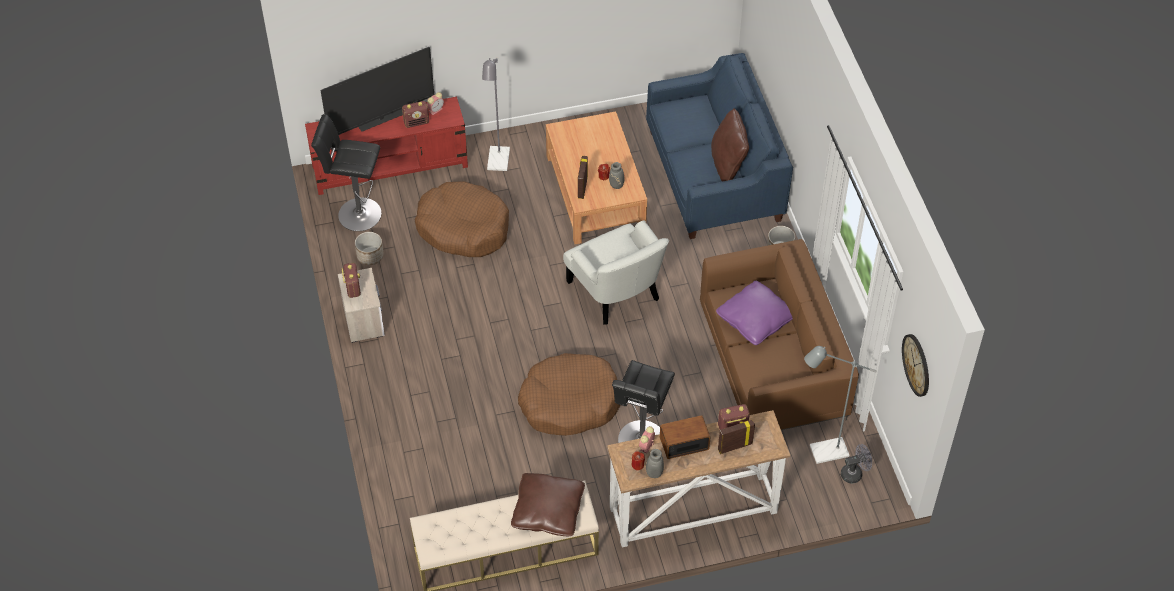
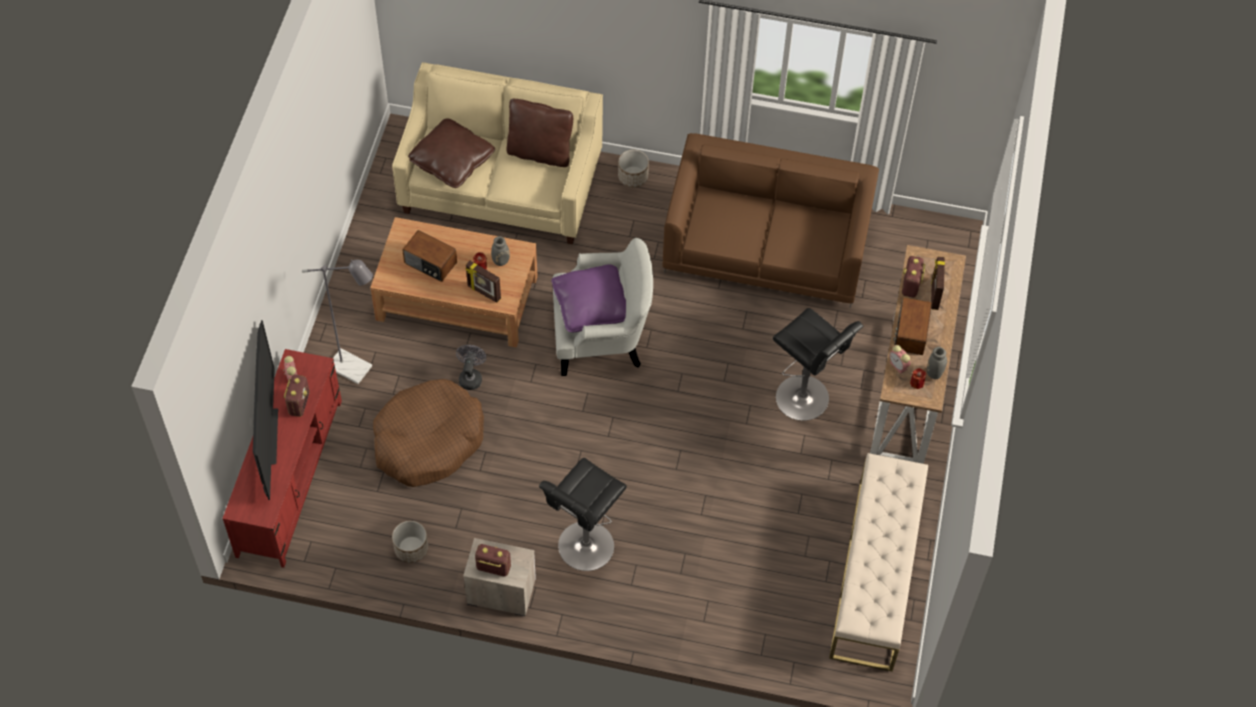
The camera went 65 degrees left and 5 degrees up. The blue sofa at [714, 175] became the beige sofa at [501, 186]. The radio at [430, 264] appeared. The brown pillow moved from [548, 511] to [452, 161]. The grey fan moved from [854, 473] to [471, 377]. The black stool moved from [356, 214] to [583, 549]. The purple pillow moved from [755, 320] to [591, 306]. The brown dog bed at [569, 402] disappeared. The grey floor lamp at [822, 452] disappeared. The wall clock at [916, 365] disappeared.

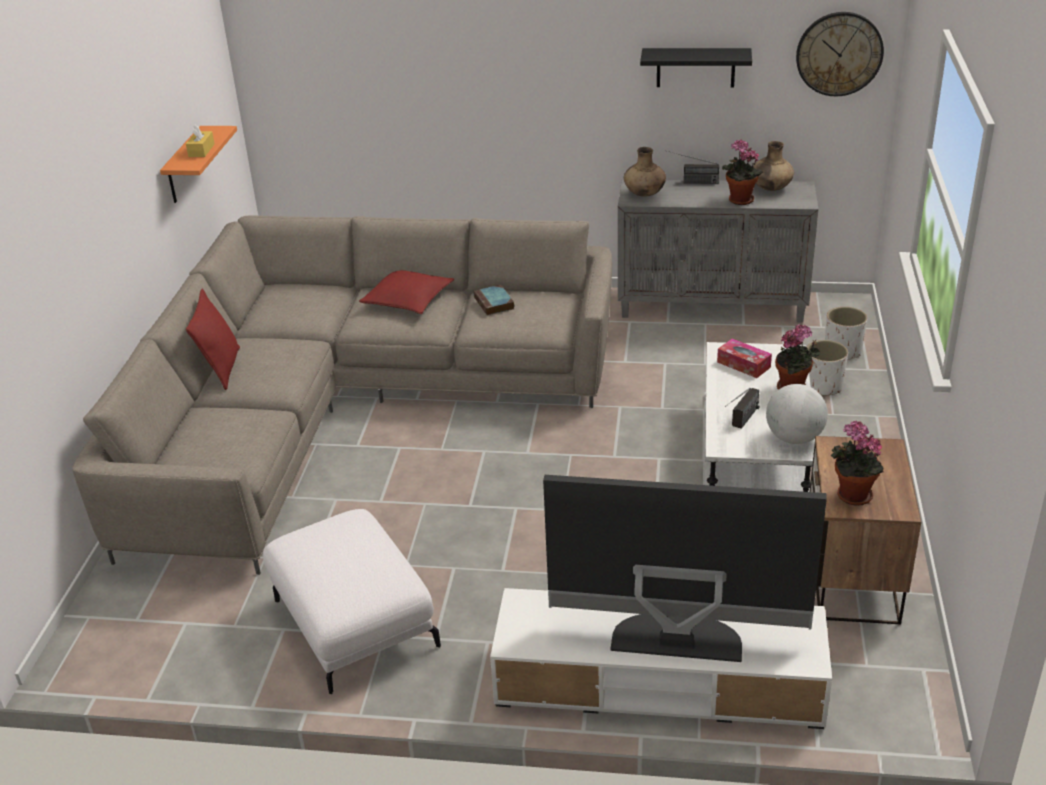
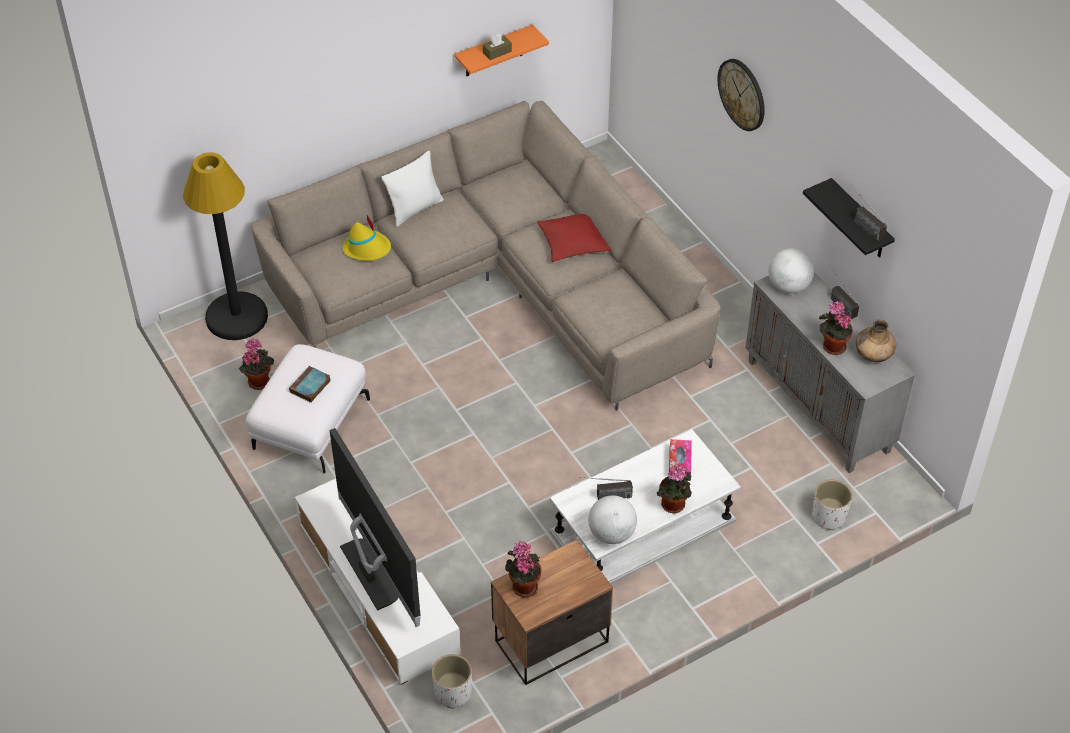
The camera went 50 degrees right and 15 degrees up. The black floor lamp at [237, 317] appeared. The potted plant at [259, 380] appeared. The book moved from [494, 303] to [310, 387]. The yellow hat at [367, 249] appeared. The red pillow at [222, 369] became the white pillow at [415, 209]. The white planter moved from [823, 386] to [453, 693]. The yellow tissue box at [201, 150] became the brown tissue box at [497, 52]. The wall clock moved from [839, 54] to [742, 94]. The brown vase at [644, 194] was replaced by the globe at [788, 286]. The radio at [862, 224] appeared.

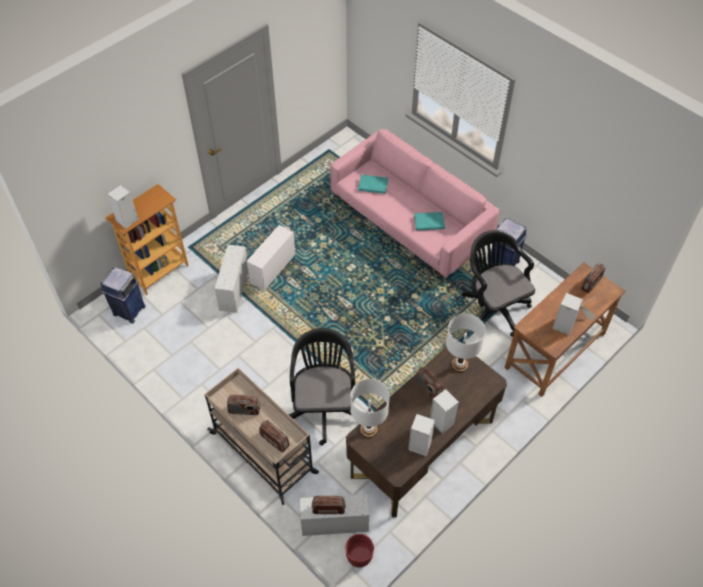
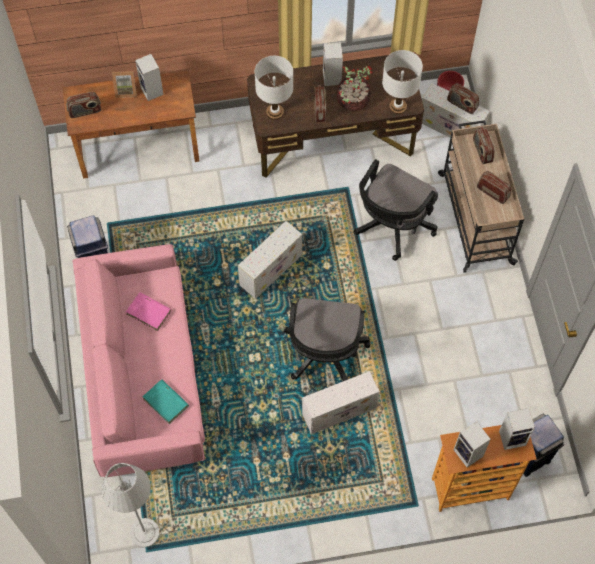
The camera went 145 degrees left and 10 degrees up. The grey floor lamp at [144, 533] appeared. The turquoise book at [428, 223] became the pink book at [149, 312]. The white storage box moved from [234, 290] to [271, 269]. The black office chair moved from [493, 306] to [324, 355]. The potted plant at [352, 100] appeared. The speaker moved from [418, 445] to [469, 454].

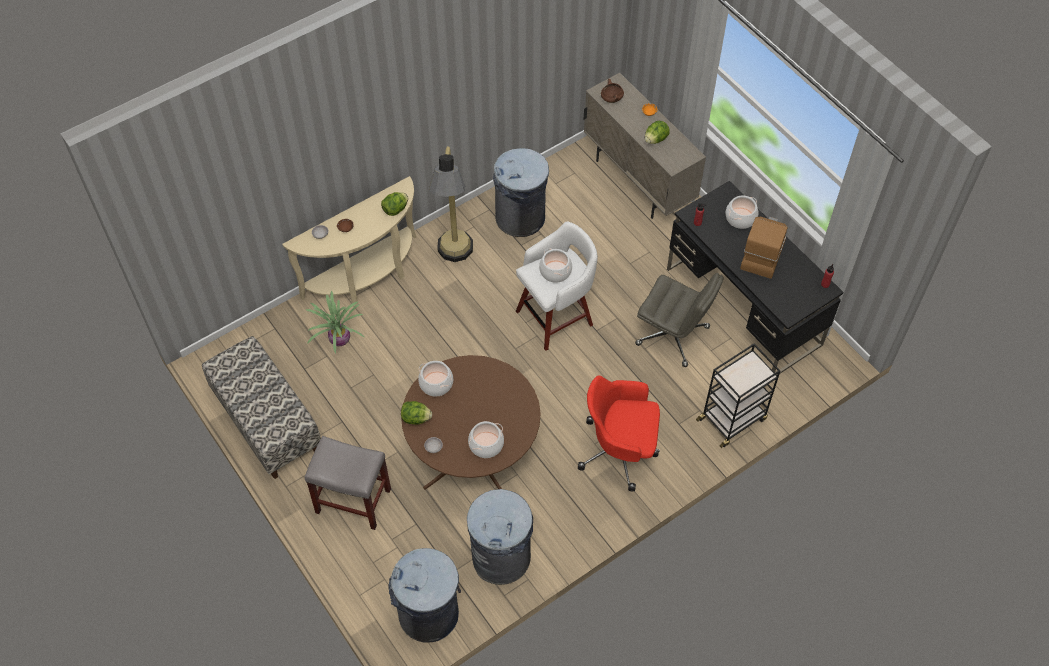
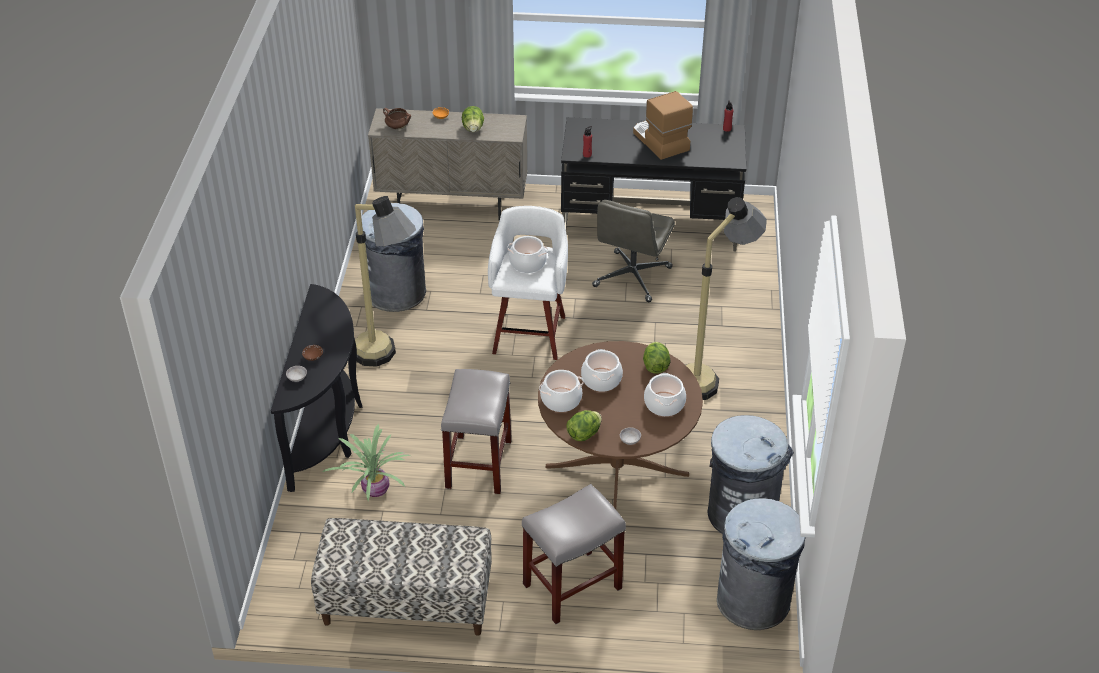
The camera went 50 degrees left and 15 degrees down. The beige console table at [367, 277] became the black console table at [329, 429]. The grey stool at [478, 463] appeared. The cooking pot moved from [740, 218] to [601, 380]. The grey office chair at [673, 336] turned 135 degrees clockwise. The lettuce moved from [395, 209] to [655, 366]. The red office chair at [620, 451] was replaced by the floor lamp at [711, 375]. The black cart at [732, 419] disappeared.

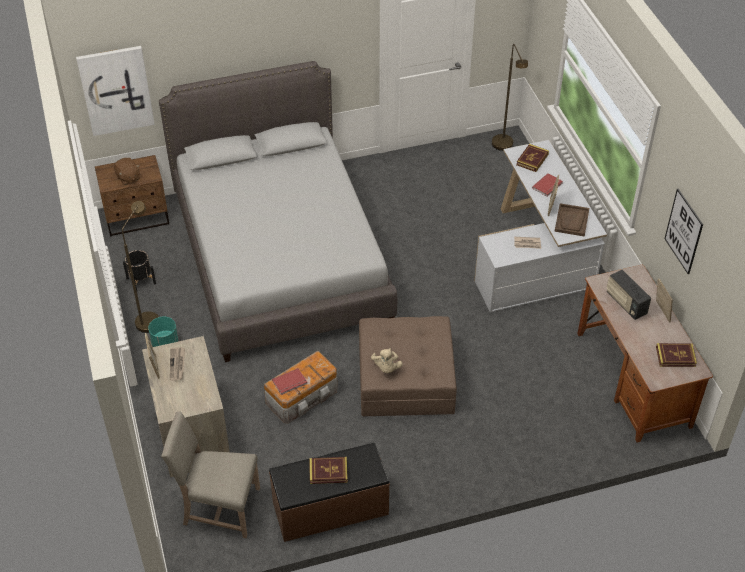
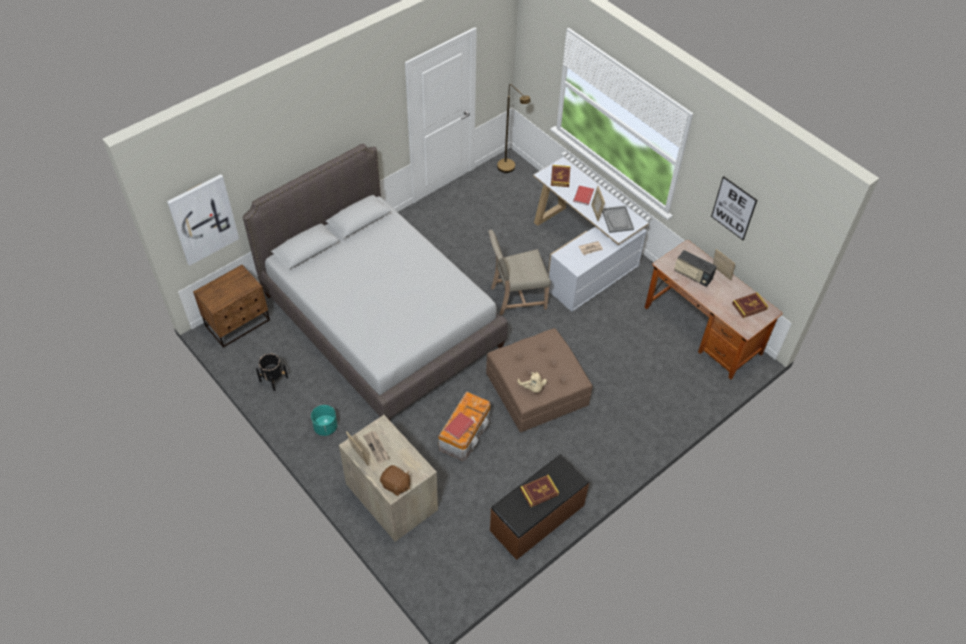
The camera went 25 degrees left and 5 degrees up. The brown plush toy moved from [128, 177] to [396, 485]. The beige chair moved from [218, 507] to [516, 297]. The brown tray at [571, 221] became the grey tray at [617, 220]. The brown floor lamp at [150, 318] disappeared.

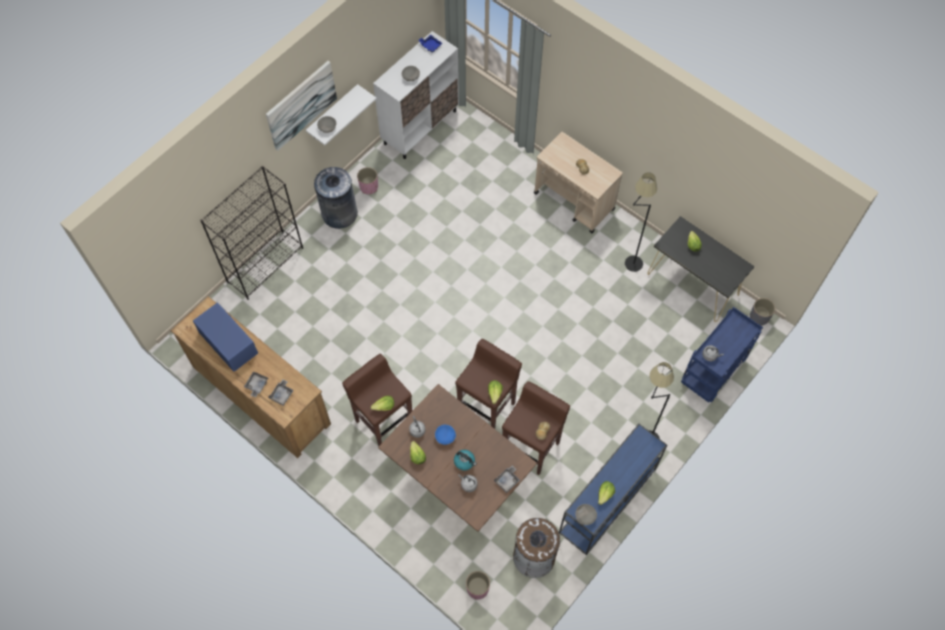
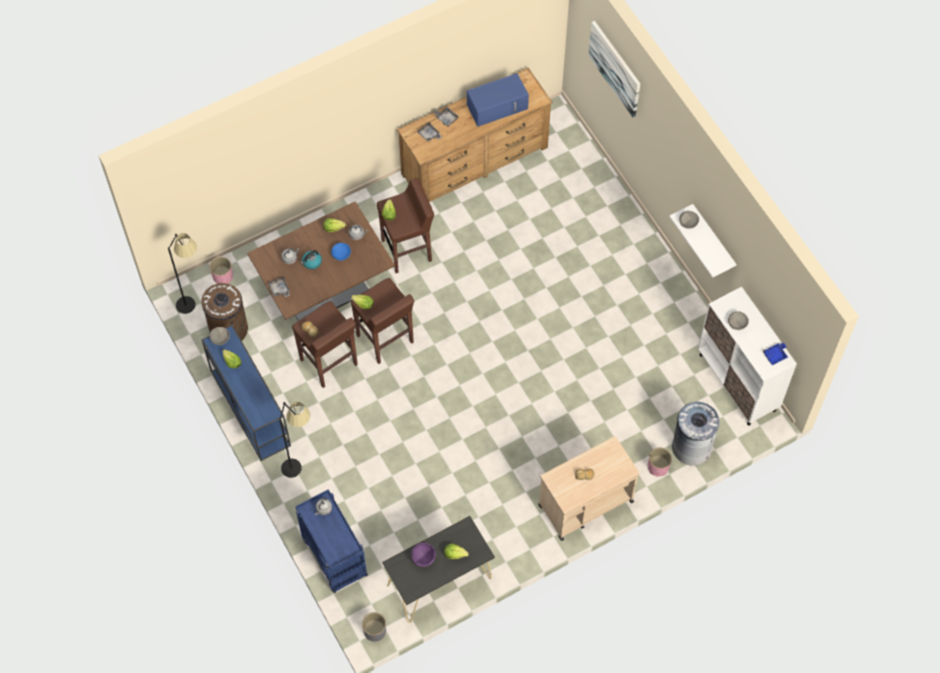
The camera went 110 degrees right and 0 degrees up. The black floor lamp moved from [631, 256] to [194, 305]. The purple bowl at [423, 558] appeared. The picture moved from [301, 105] to [615, 68]. The pink planter moved from [369, 187] to [658, 467]. The grey trash can moved from [339, 214] to [691, 446]. The black bookcase at [265, 264] disappeared.

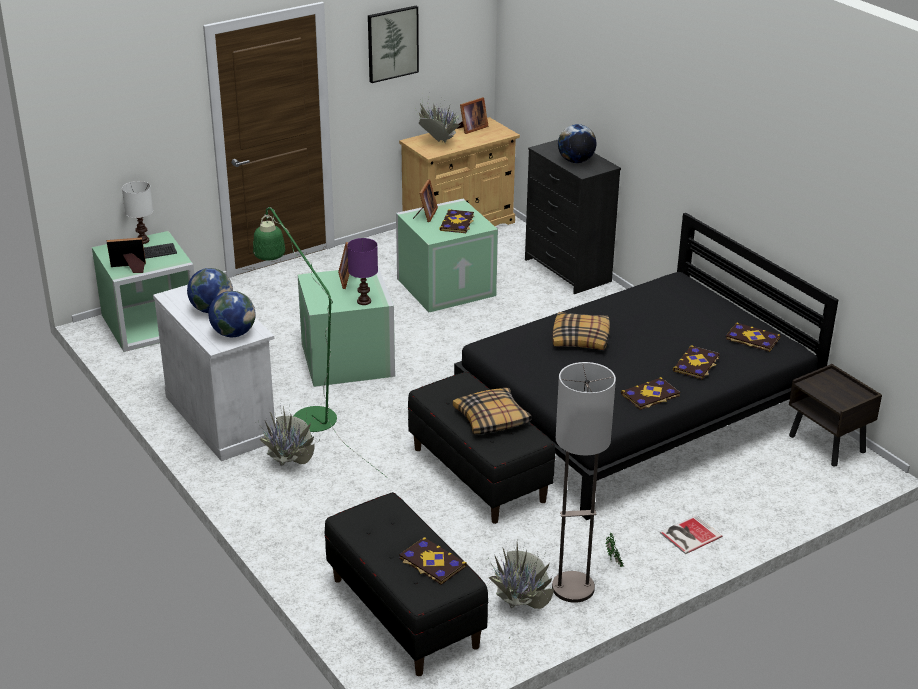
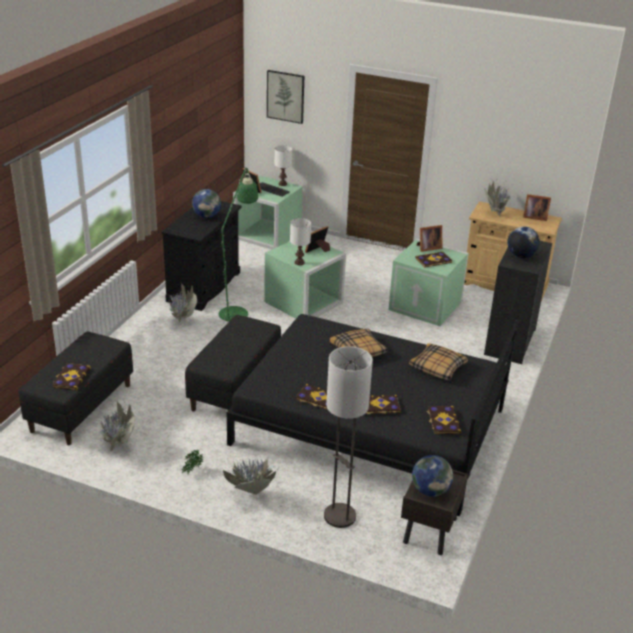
The camera went 55 degrees right and 0 degrees up. The white cabinet at [221, 418] became the black cabinet at [204, 287]. The book at [688, 535] was replaced by the potted plant at [250, 494]. The picture moved from [392, 43] to [285, 96]. The purple table lamp at [364, 301] became the white table lamp at [300, 262]. The floor lamp moved from [573, 587] to [340, 516]. The pillow moved from [491, 419] to [437, 367]. The globe moved from [233, 333] to [430, 490].

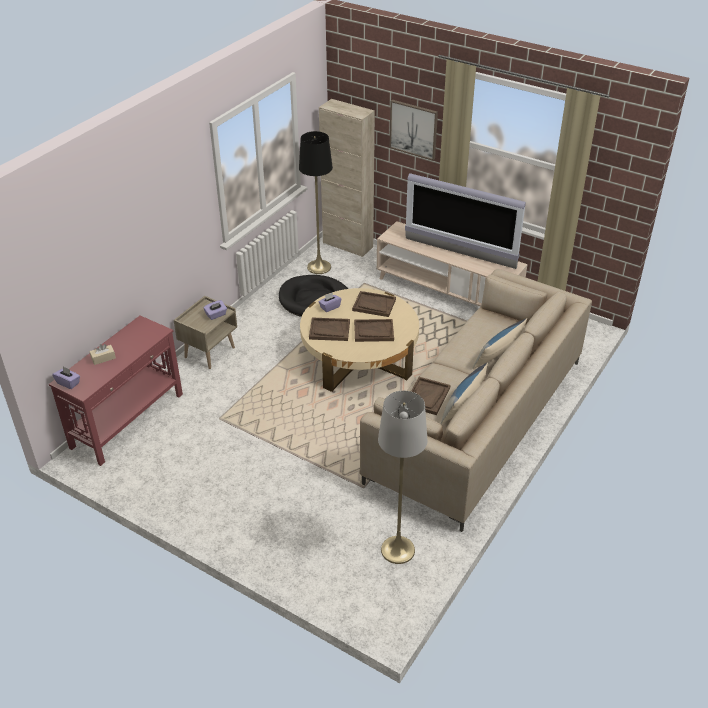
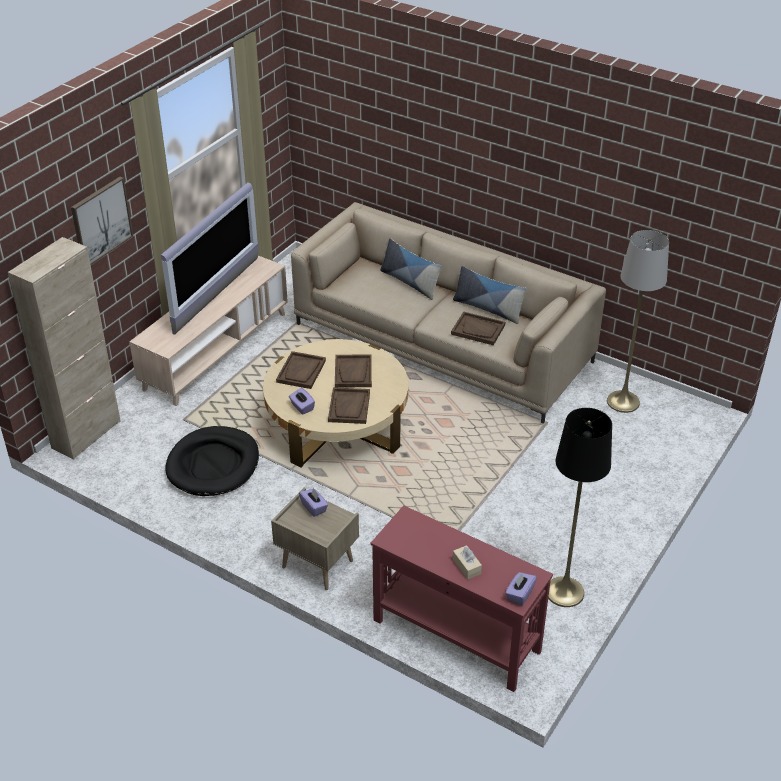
The camera went 90 degrees left and 0 degrees up. The black floor lamp moved from [319, 267] to [564, 592].

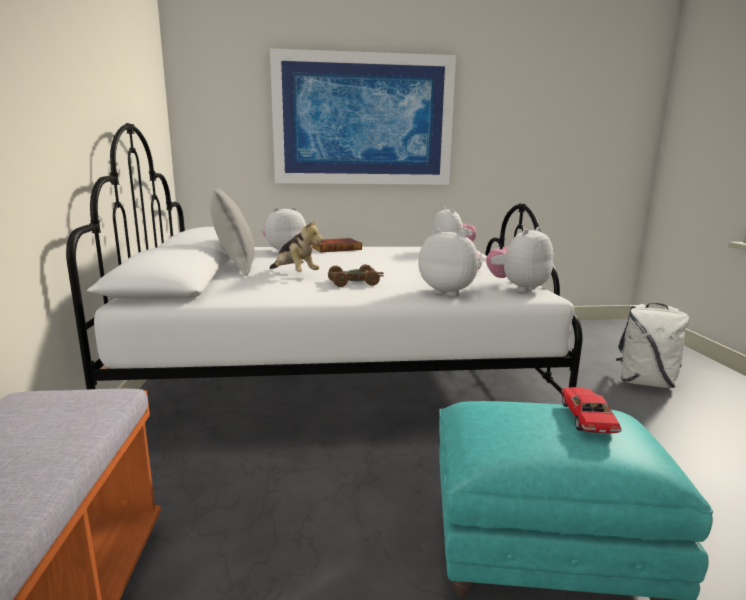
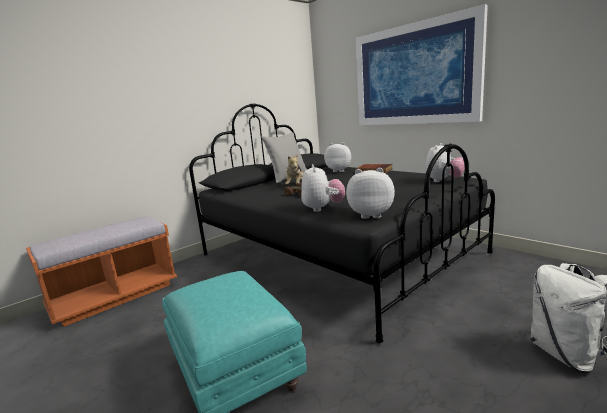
The camera went 55 degrees right and 0 degrees up. The white bed at [338, 375] became the black bed at [336, 254]. The toy car at [586, 418] disappeared.

